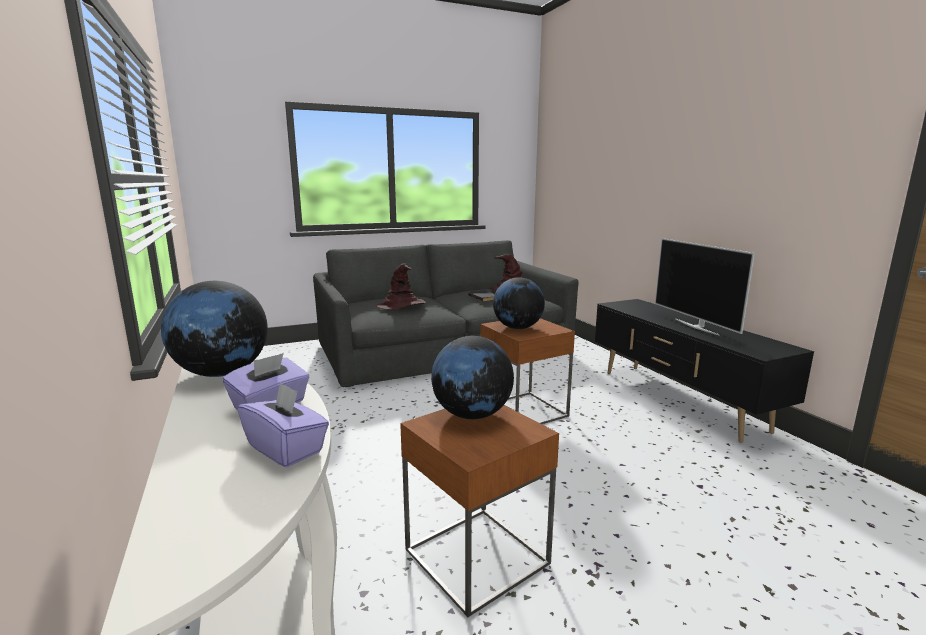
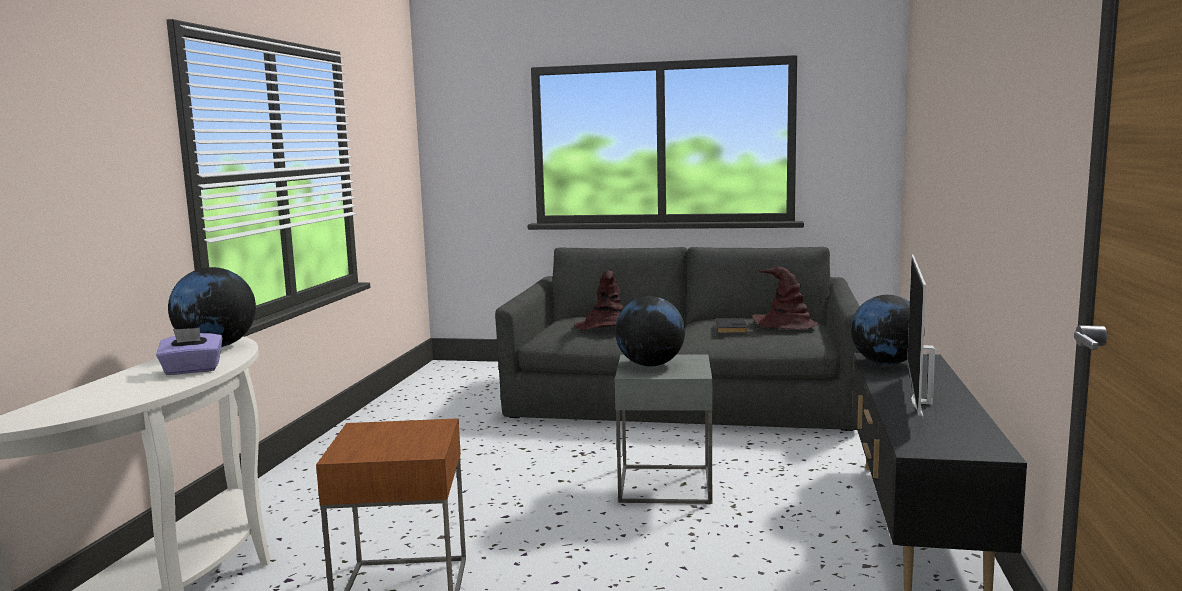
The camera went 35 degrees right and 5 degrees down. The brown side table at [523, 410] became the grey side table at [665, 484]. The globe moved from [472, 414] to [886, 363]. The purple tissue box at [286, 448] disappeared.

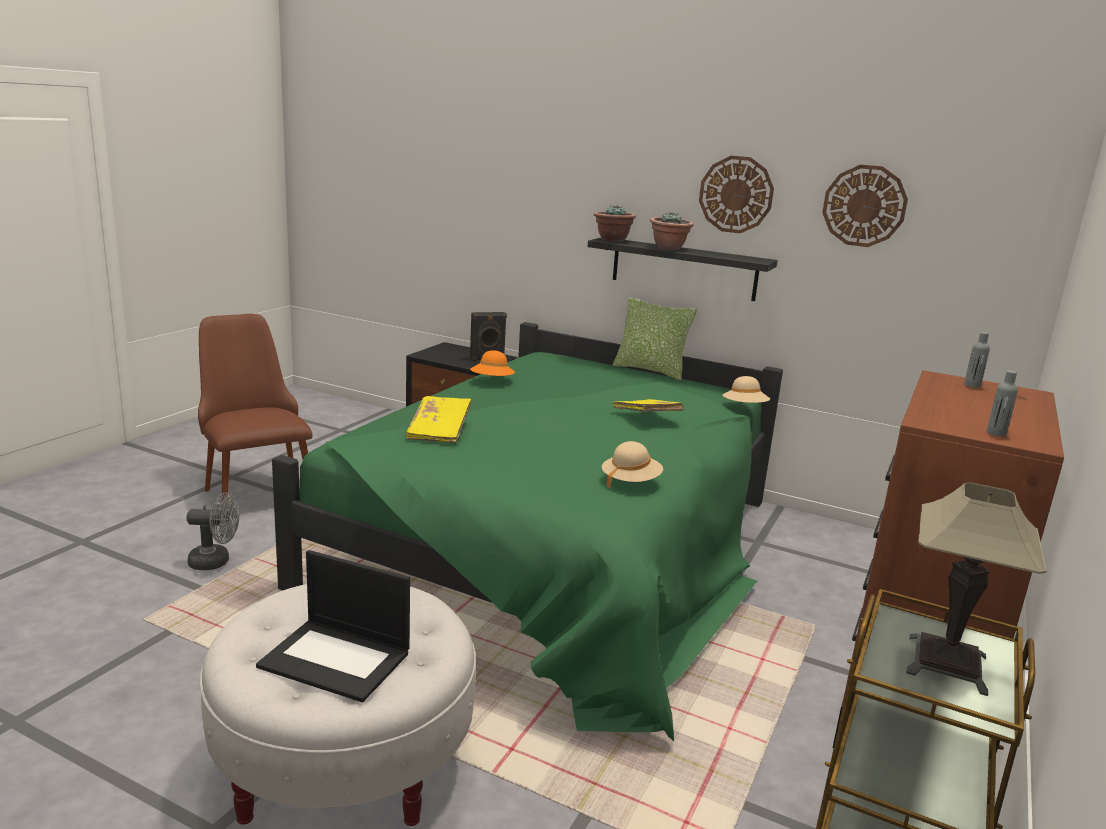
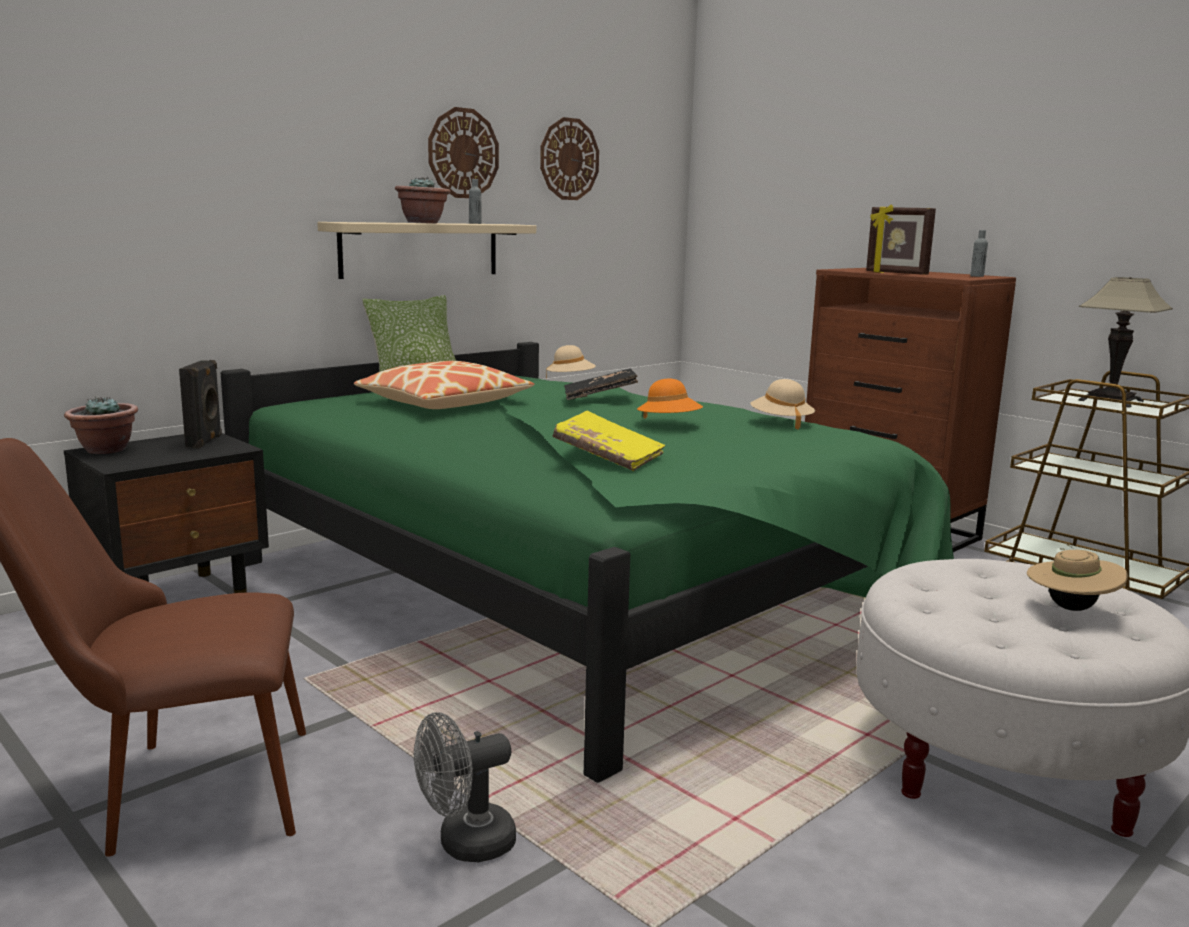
The camera went 70 degrees left and 5 degrees down. The potted plant moved from [612, 240] to [105, 450]. The black shelf at [683, 269] became the beige shelf at [421, 249]. The pillow at [444, 403] appeared. The grey fan at [216, 561] turned 135 degrees counterclockwise. The grey bottle moved from [972, 385] to [475, 223]. The yellow book at [646, 417] became the black book at [600, 398]. The orange hat moved from [492, 381] to [669, 424]. The picture frame at [896, 273] appeared. The laptop at [337, 659] was replaced by the beige hat at [1070, 608].

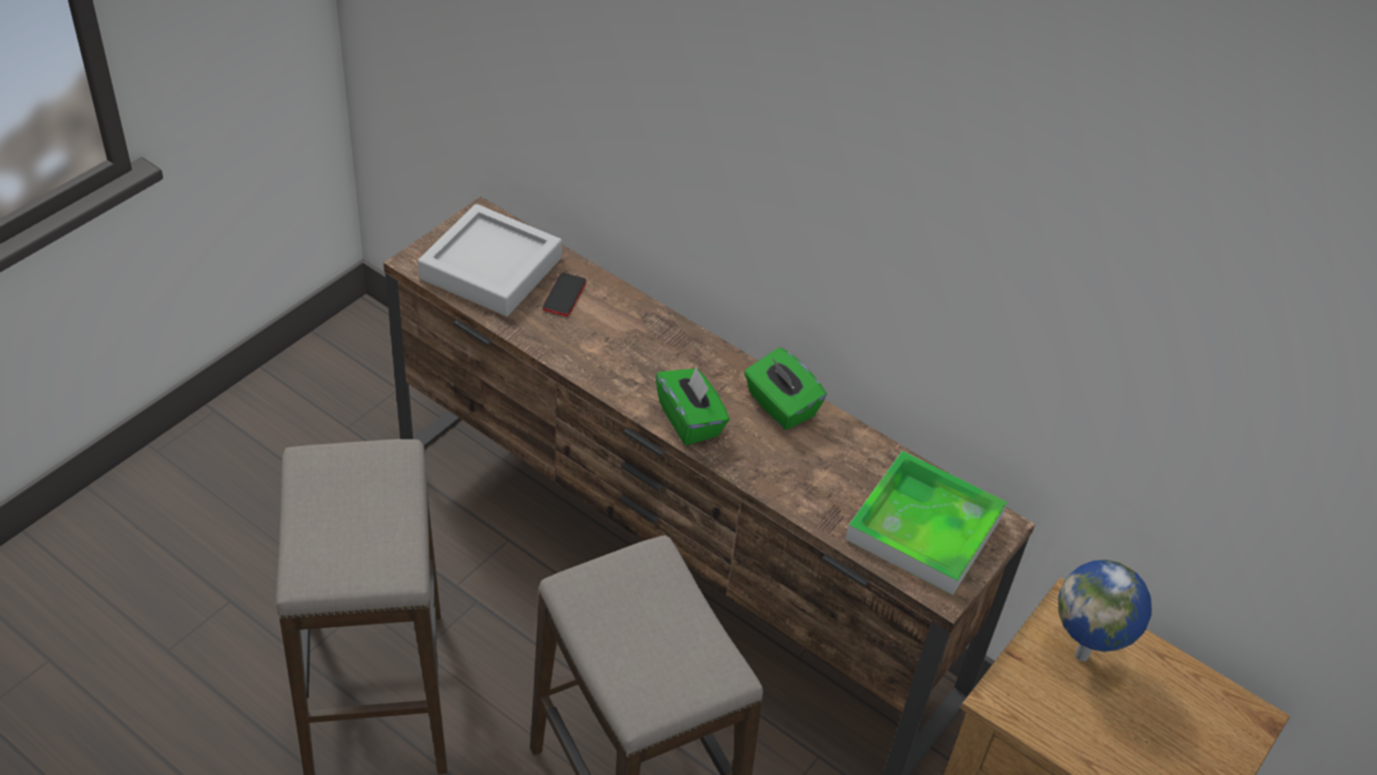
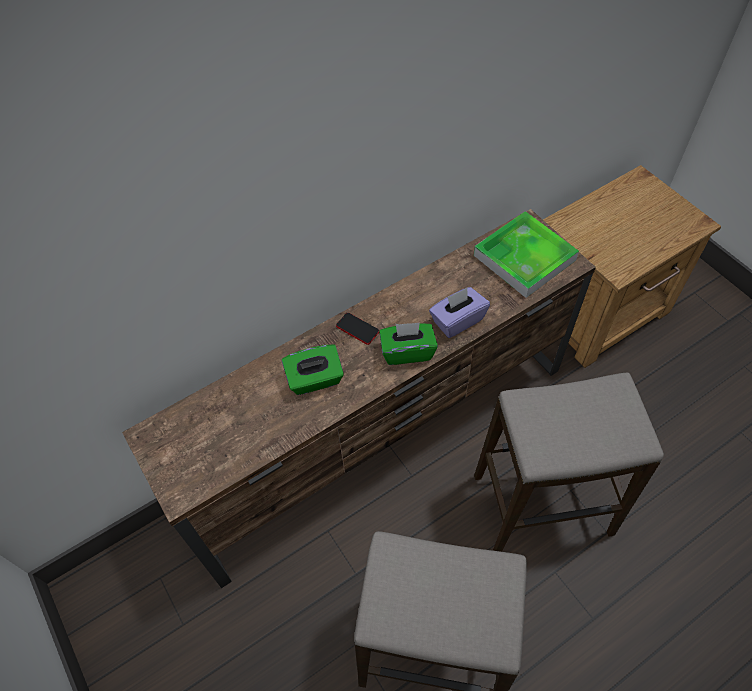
The camera went 65 degrees left and 10 degrees up. The green tissue box moved from [780, 406] to [315, 380]. The phone moved from [564, 295] to [357, 329]. The purple tissue box at [457, 320] appeared. The grey tray at [491, 268] disappeared. The globe at [1084, 655] disappeared.

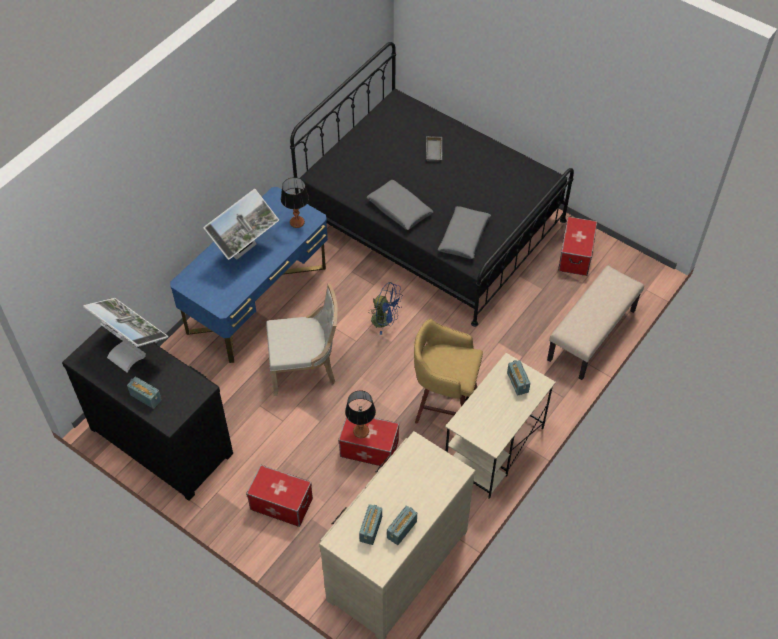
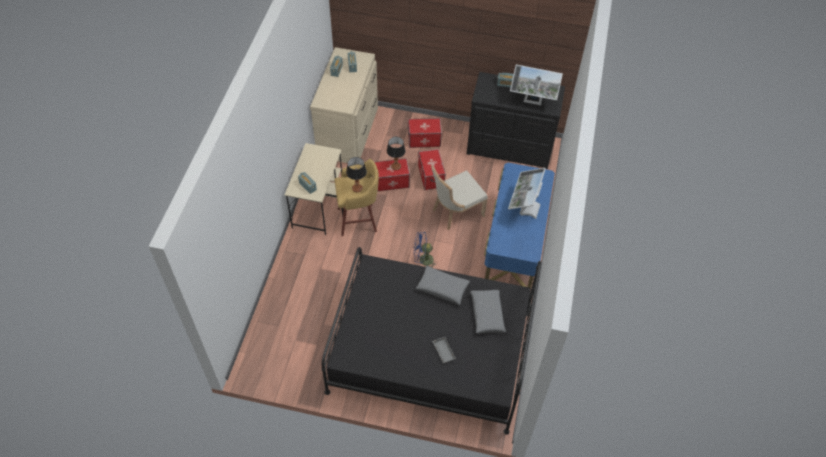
The camera went 155 degrees right and 0 degrees up. The table lamp moved from [297, 222] to [357, 188]. The storage box moved from [575, 256] to [430, 176]. The grey pillow moved from [464, 237] to [487, 314]. The beige bench at [592, 336] disappeared.

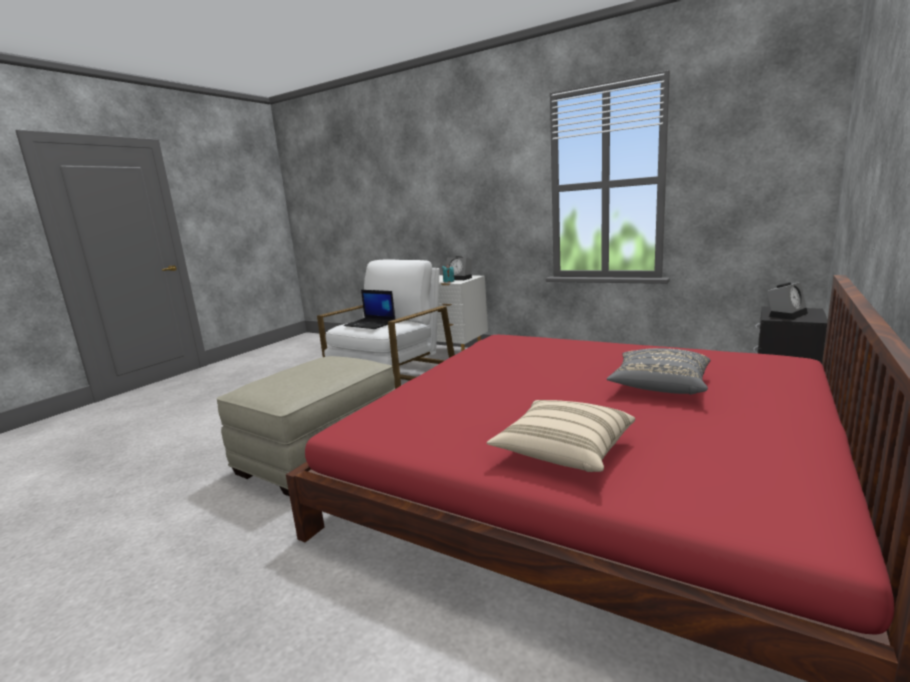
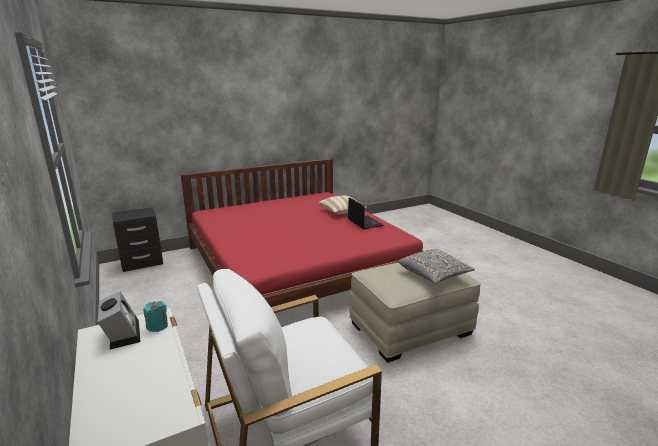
The camera went 150 degrees left and 5 degrees up. The laptop moved from [371, 324] to [364, 222]. The grey pillow moved from [659, 386] to [434, 275]. The alarm clock at [786, 314] disappeared.

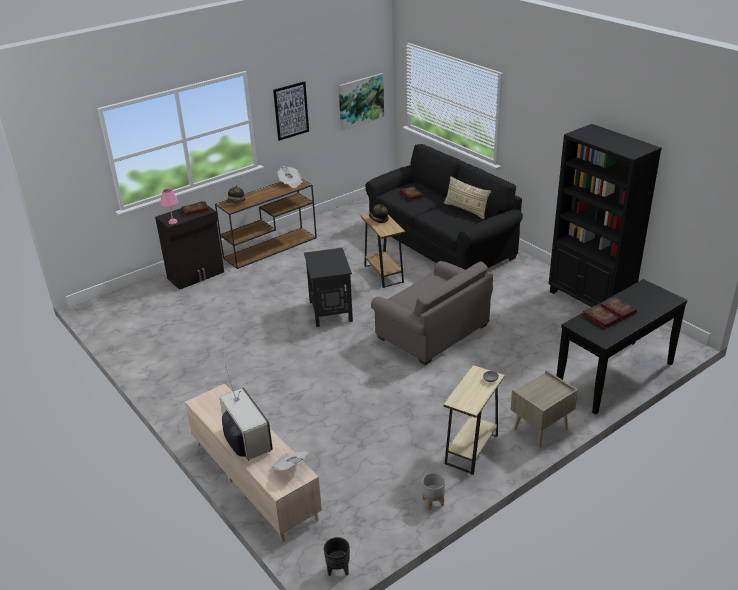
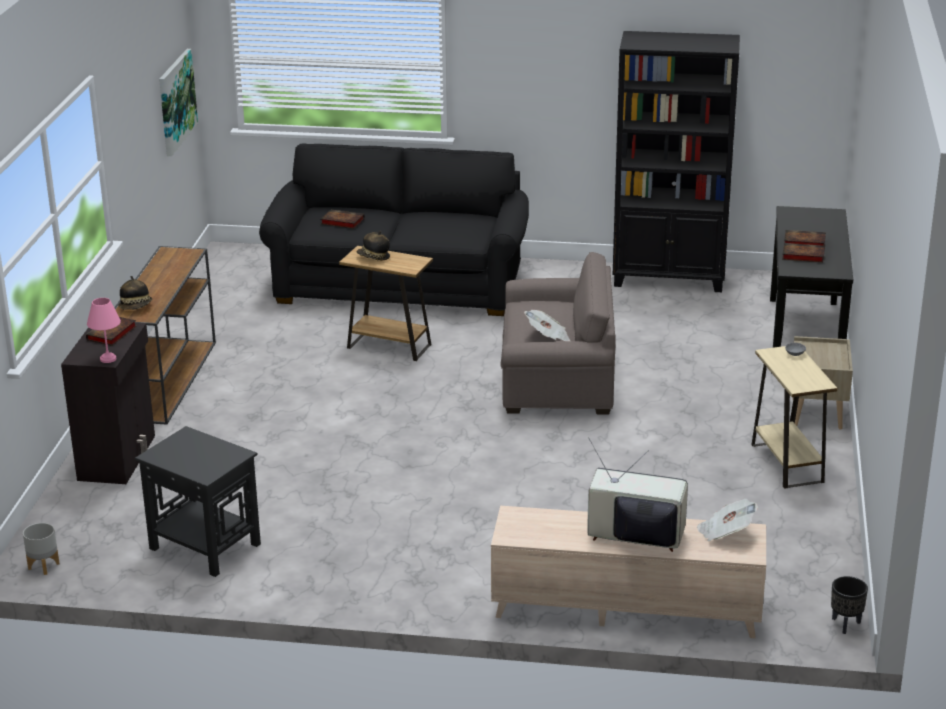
The camera went 45 degrees left and 5 degrees down. The grey planter moved from [433, 502] to [43, 566]. The black side table moved from [330, 311] to [204, 546]. The newspaper moved from [290, 183] to [548, 337]. The picture at [291, 110] disappeared. The beige pillow at [466, 210] disappeared.

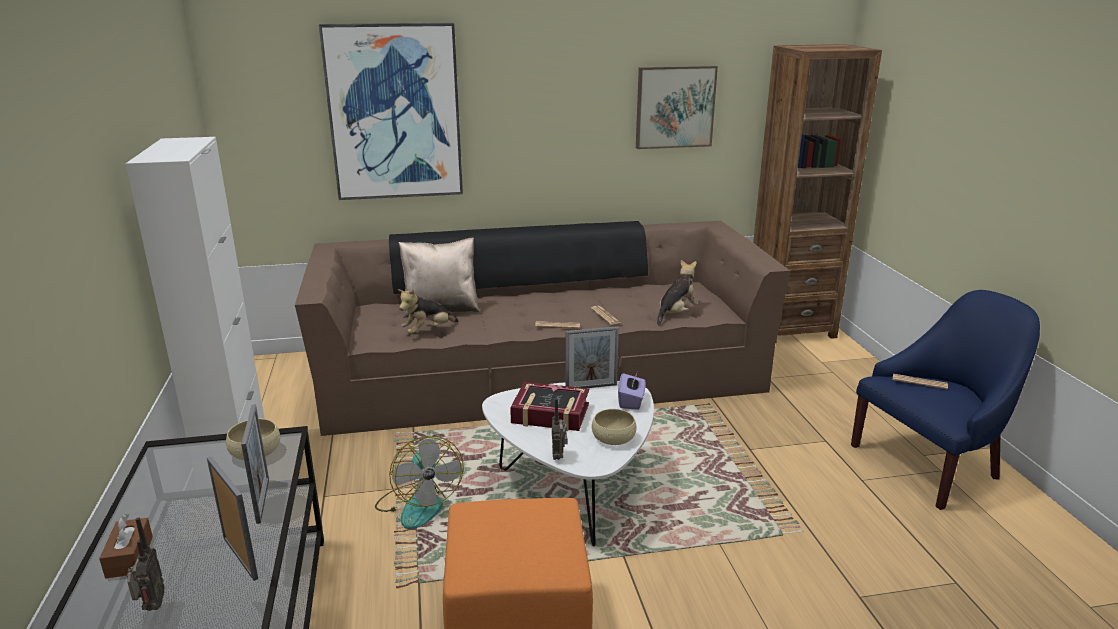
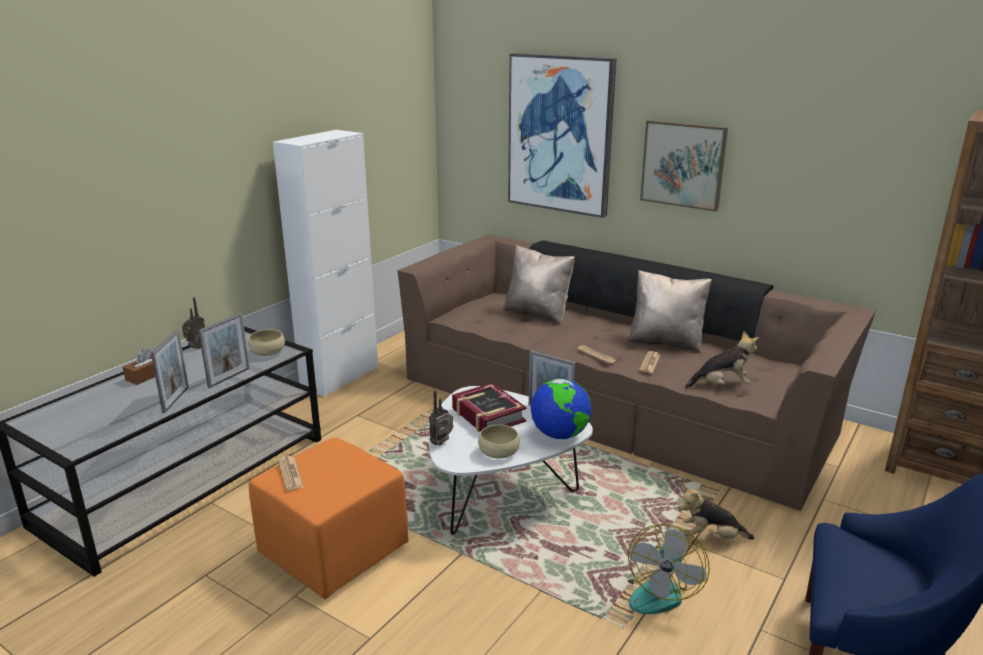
The camera went 45 degrees right and 0 degrees up. The radio moved from [151, 607] to [196, 347]. The newspaper moved from [919, 382] to [290, 474]. The purple tissue box at [631, 401] was replaced by the globe at [560, 435]. The beige pillow at [665, 342] appeared. The fan moved from [418, 504] to [658, 590]. The picture moved from [675, 107] to [683, 164]. The plush toy moved from [428, 331] to [710, 538].

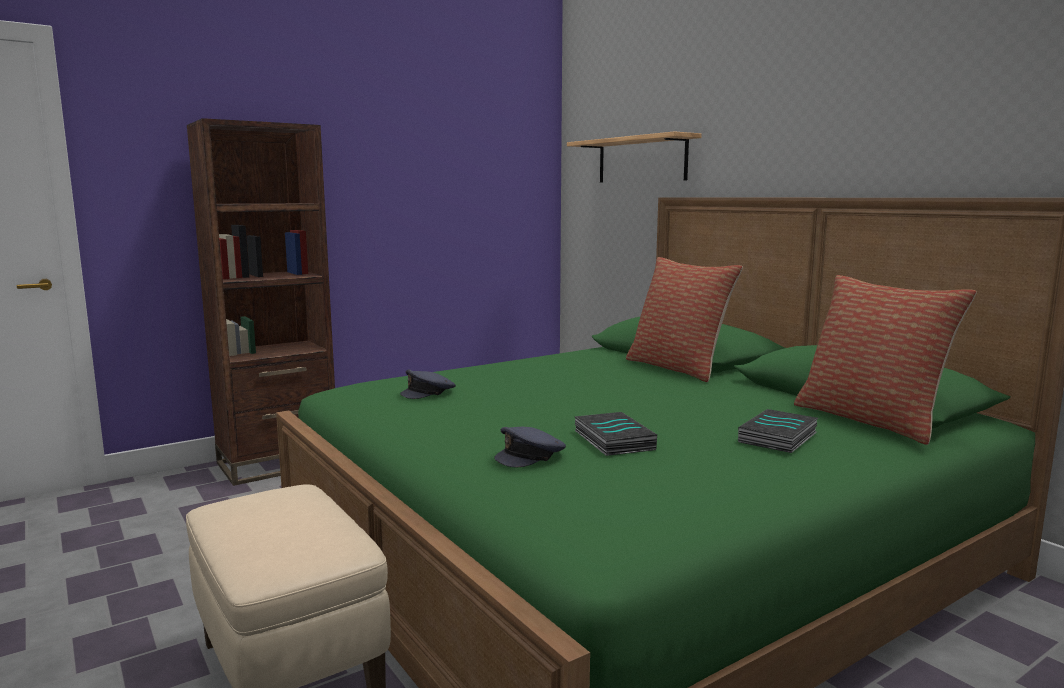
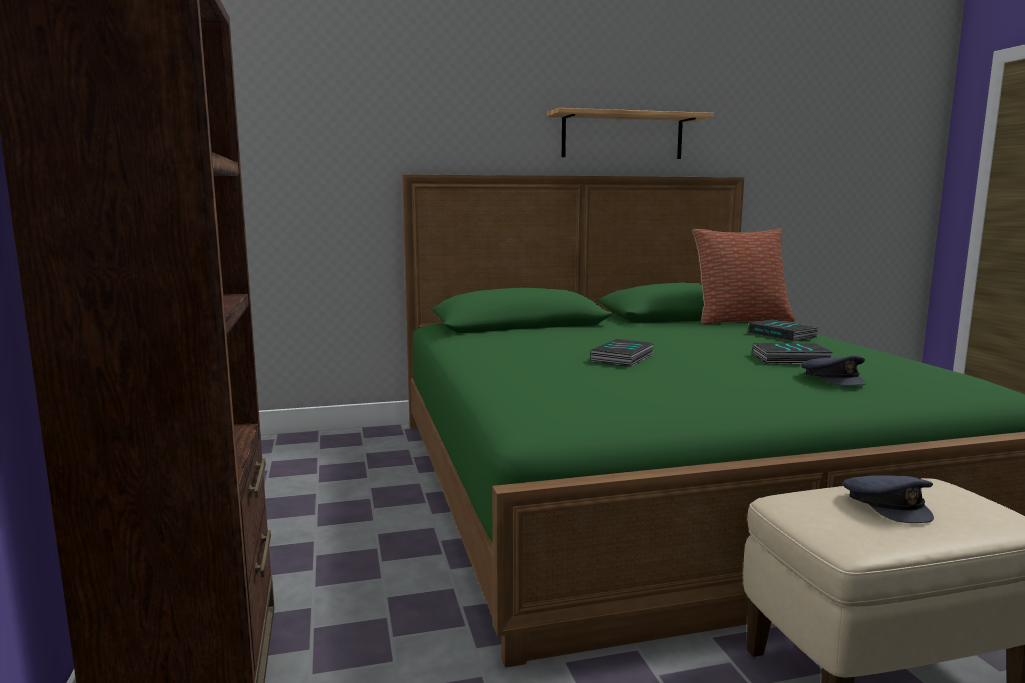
The camera went 70 degrees left and 0 degrees up. The shelf moved from [641, 160] to [622, 136]. The book at [623, 358] appeared. The grey cap moved from [429, 392] to [888, 505]. The pillow at [678, 368] disappeared.

